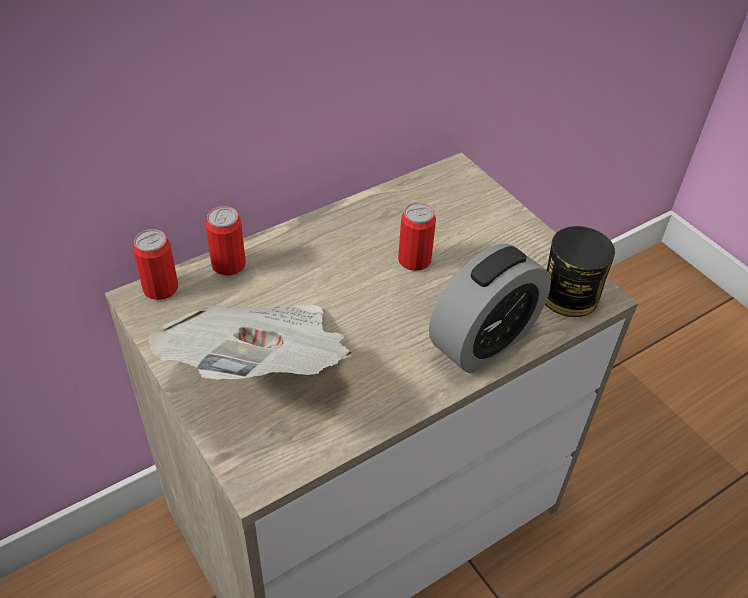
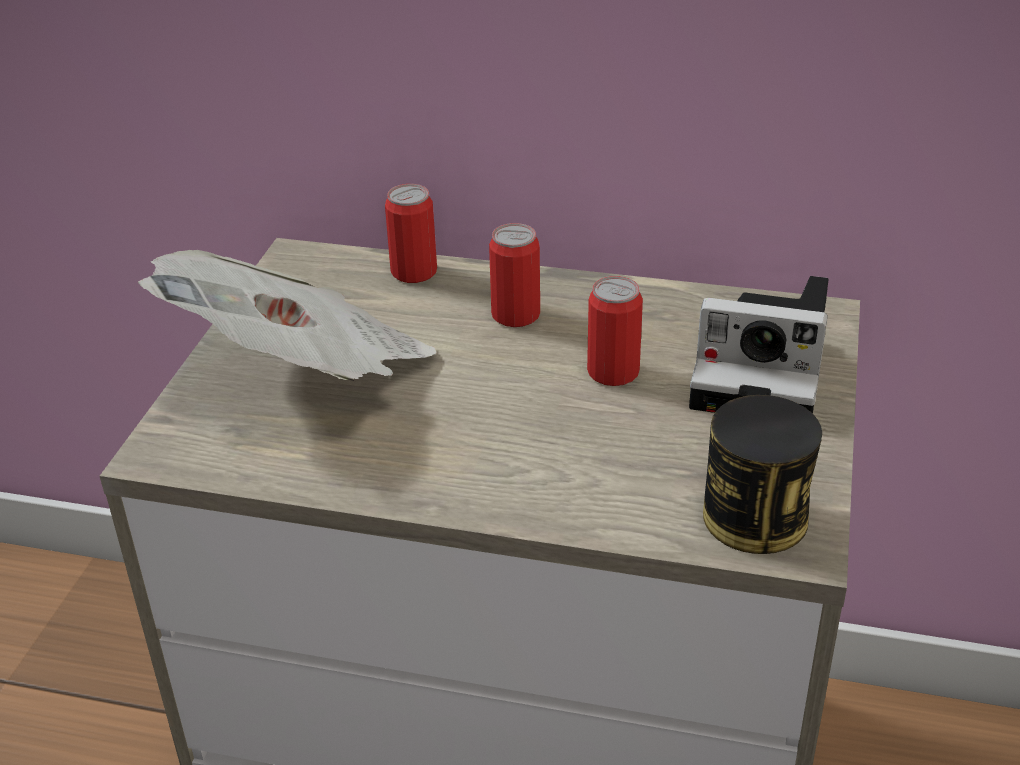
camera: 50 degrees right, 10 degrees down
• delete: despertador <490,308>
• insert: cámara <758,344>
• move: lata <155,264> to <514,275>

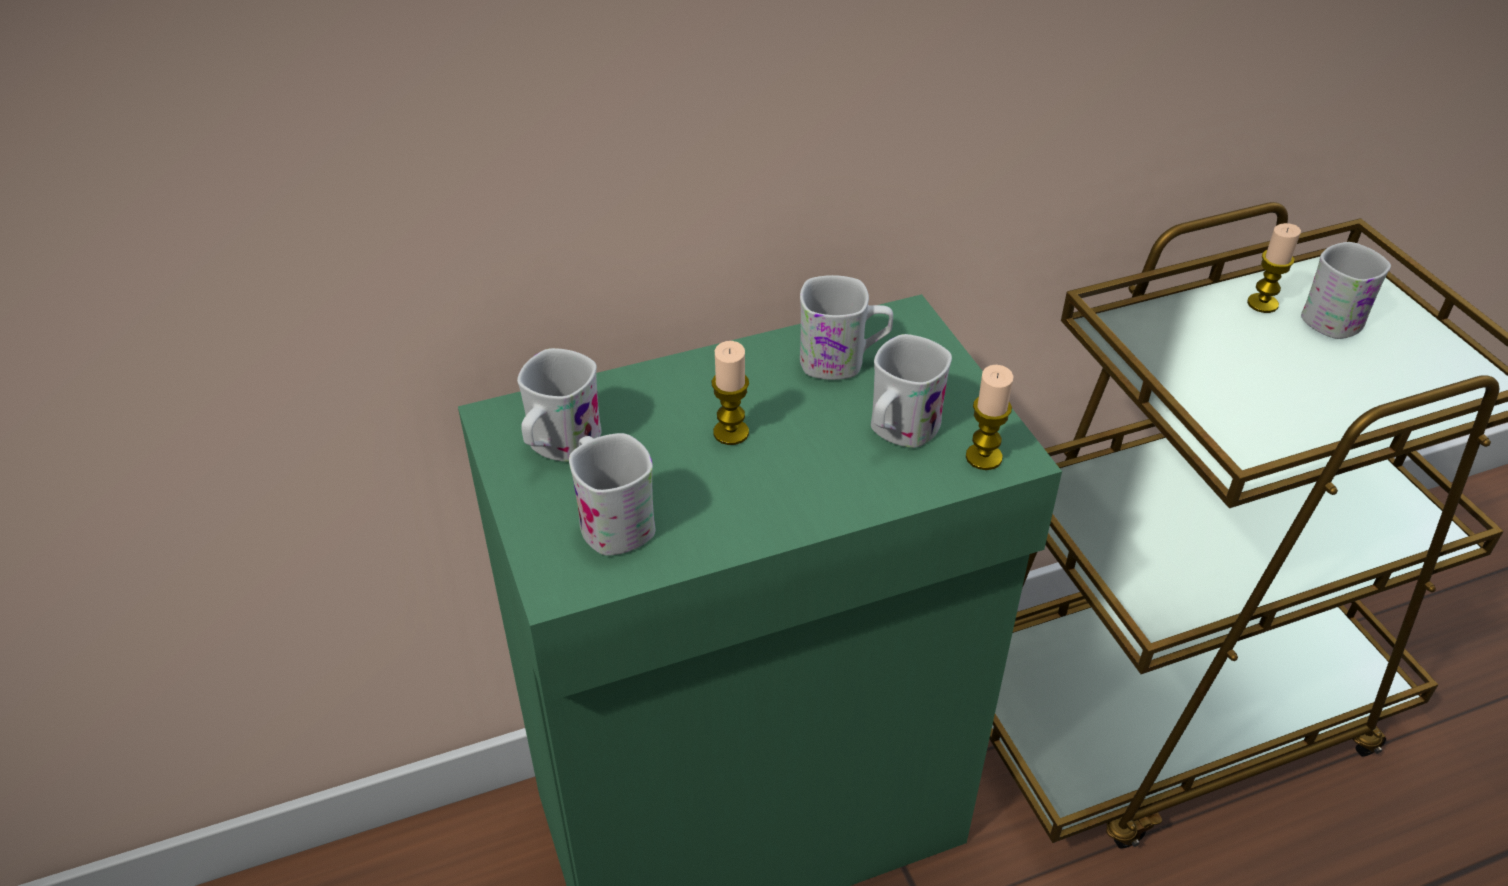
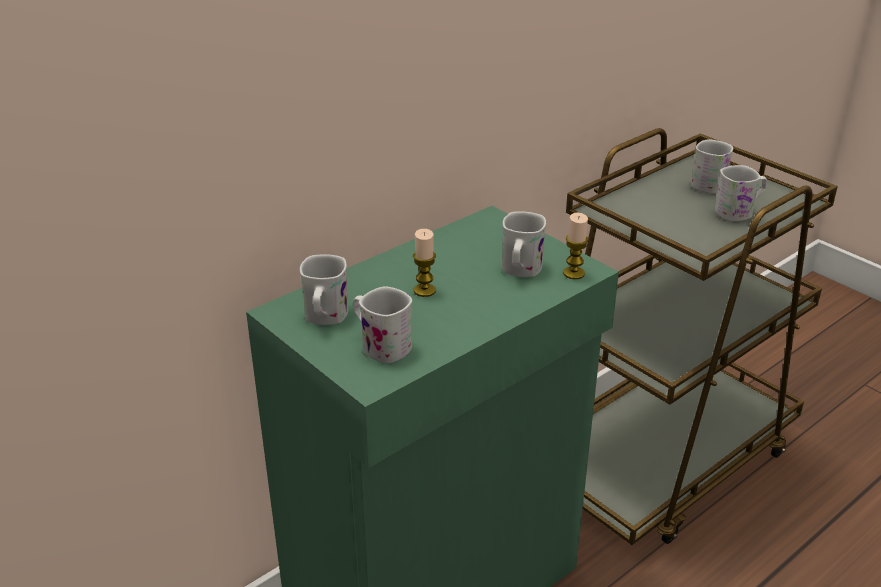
camera: 20 degrees left, 10 degrees down
• delete: vela <1274,268>
• move: taza grande [blanco] <846,327> to <741,193>

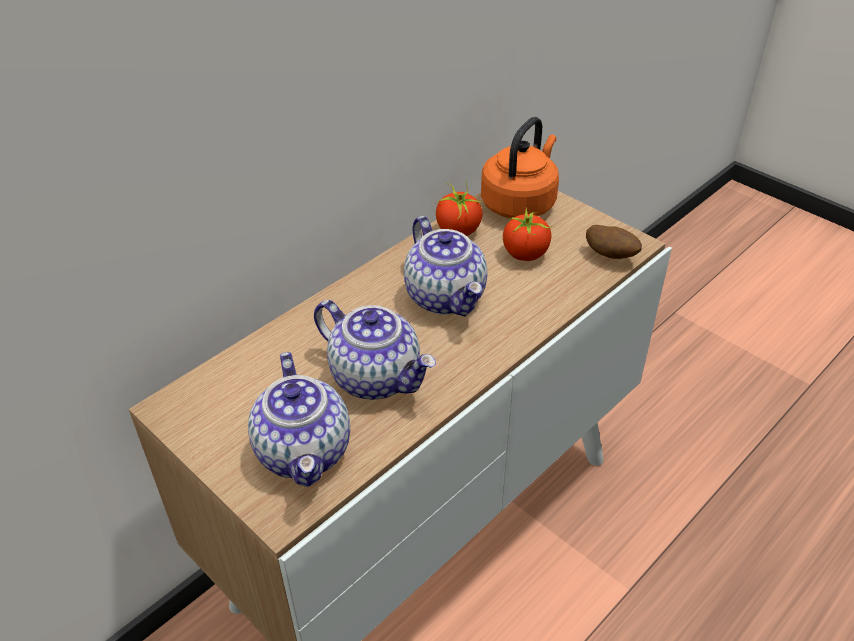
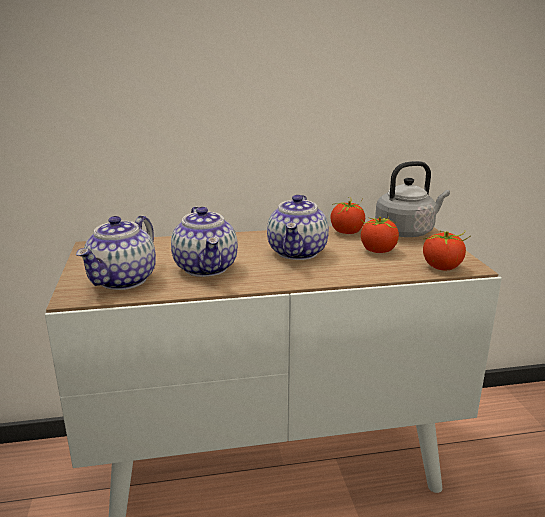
camera: 35 degrees right, 20 degrees down
• replace: patata <614,242> to tomate <447,250>
• recolor: hervidor [naranja] <520,167> to hervidor [gris] <412,199>

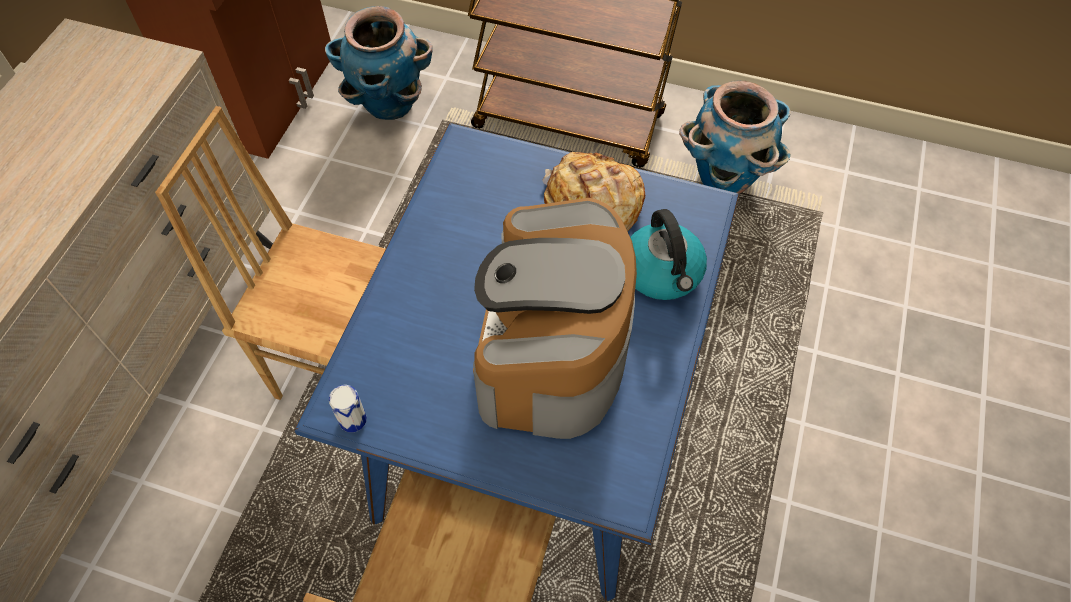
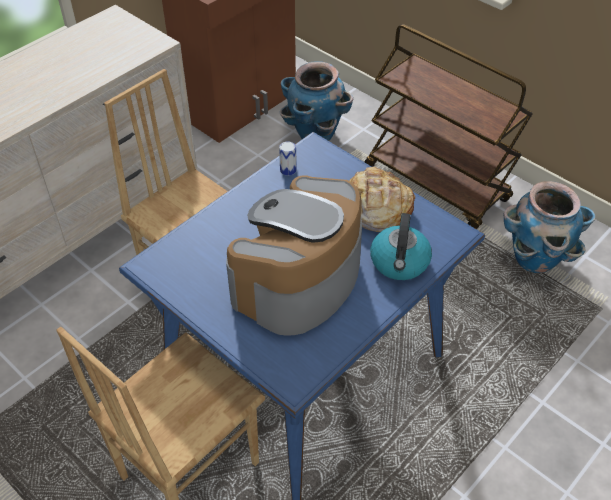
camera: 25 degrees right, 10 degrees down
• move: lata <348,409> to <288,158>

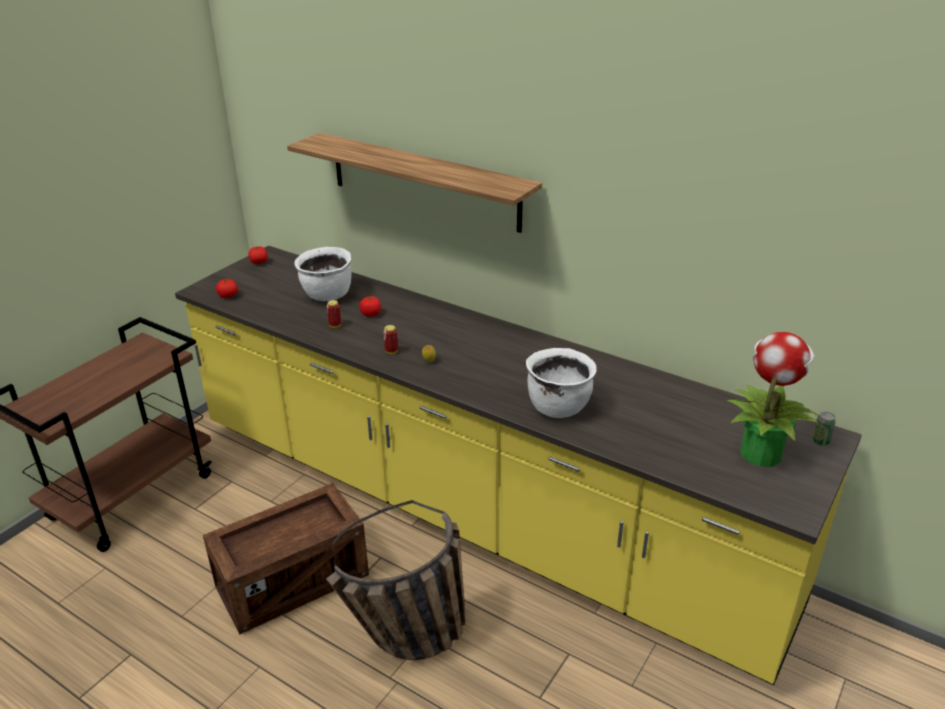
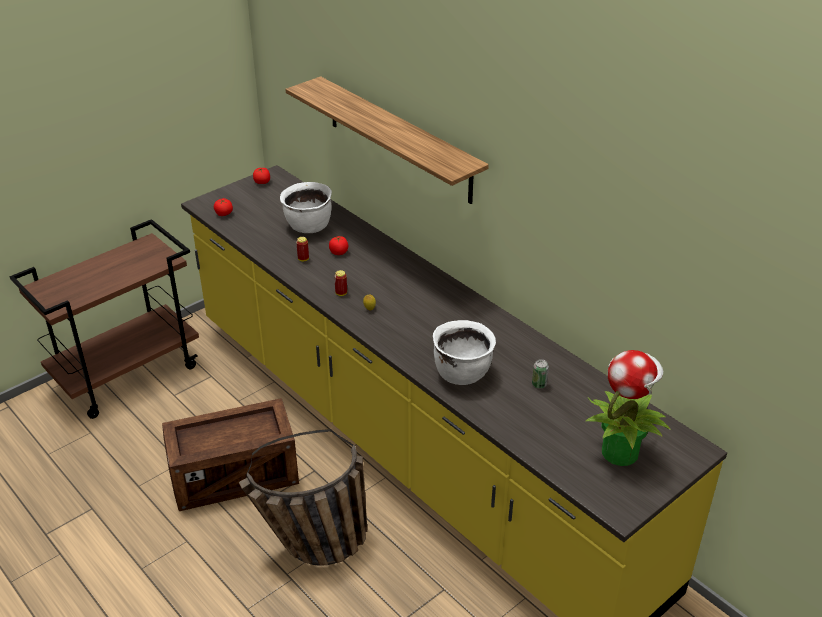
camera: 15 degrees right, 5 degrees up
• move: lata <824,429> to <540,373>

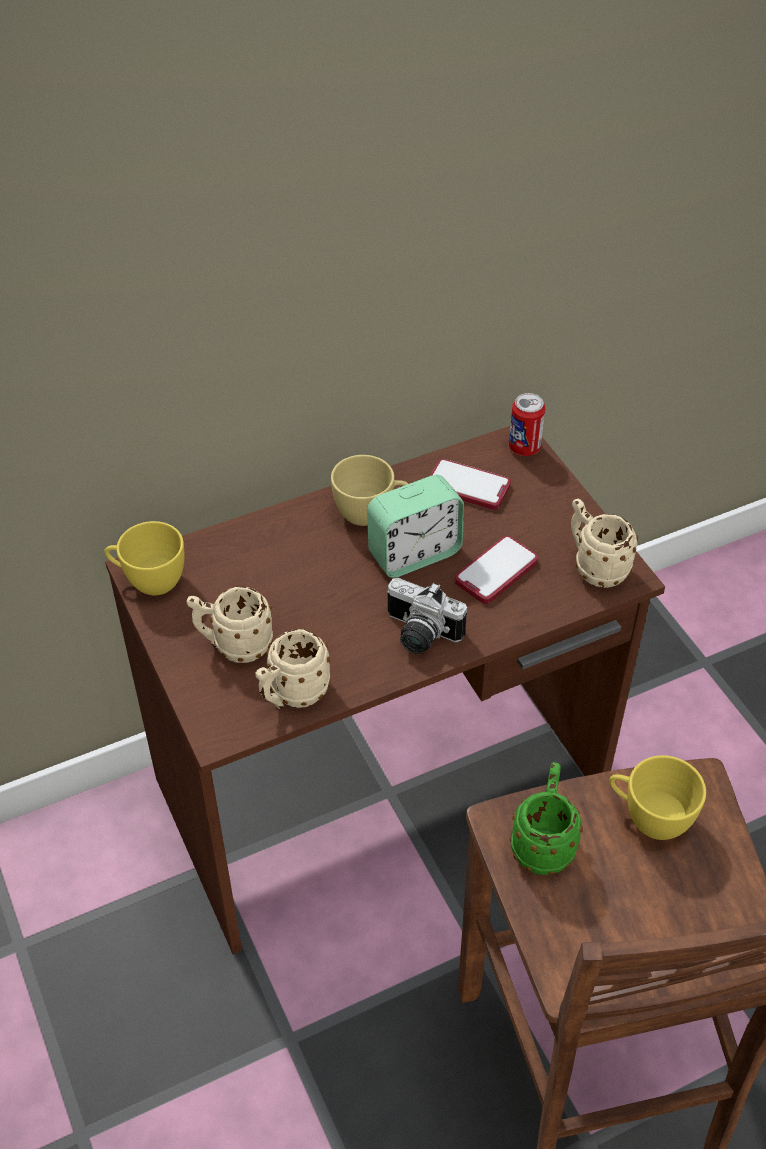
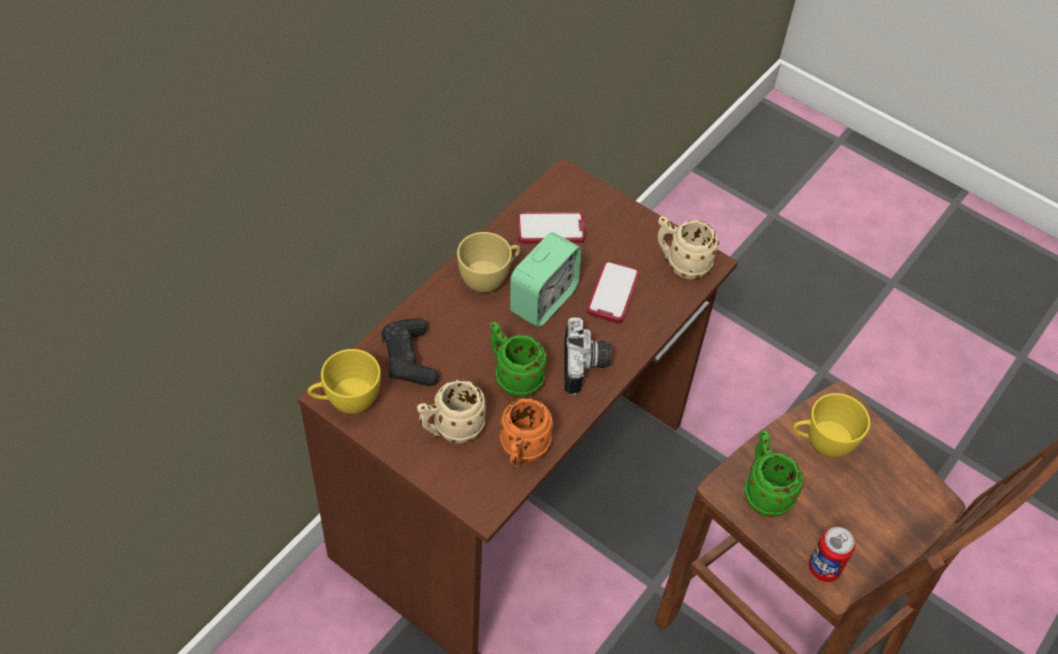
camera: 30 degrees left, 5 degrees up
• insert: mando de consola [negro] <410,352>
• insert: taza grande [verde] <519,360>
• move: lata <527,424> to <832,554>
• recolor: taza grande [beis] <293,669> to taza grande [naranja] <526,433>
• rotate: cámara <427,615> = <588,356> 90 degrees counterclockwise

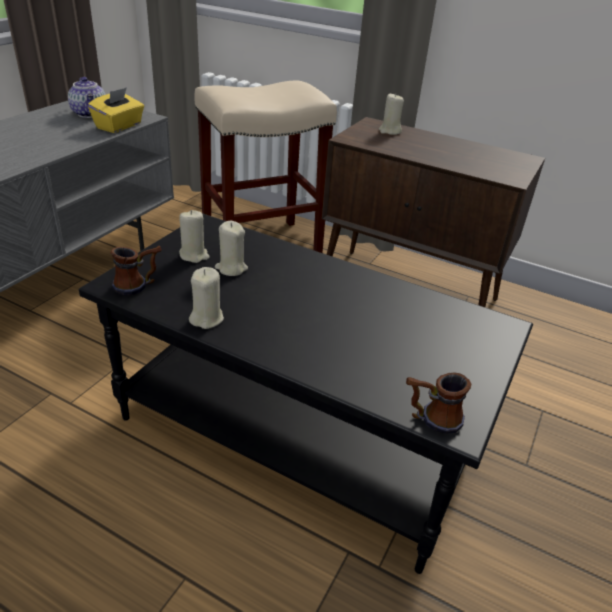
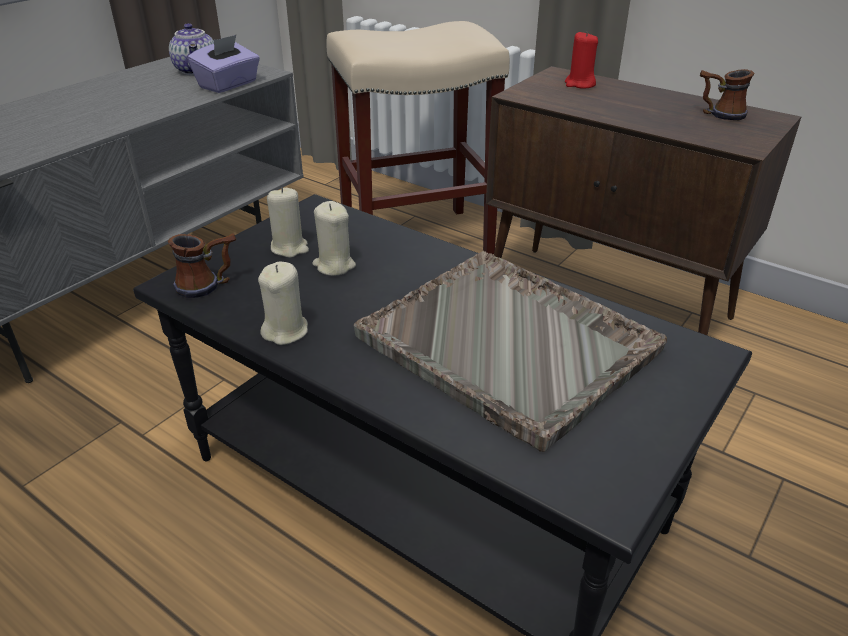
camera: 10 degrees right, 0 degrees up
• insert: bandeja [gris] <510,351>
• move: taza grande <438,402> to <727,94>
• recolor: caja de pañuelos [amarillo] <116,110> to caja de pañuelos [morado] <223,64>
• recolor: vela [beis] <391,114> to vela [rojo] <581,59>

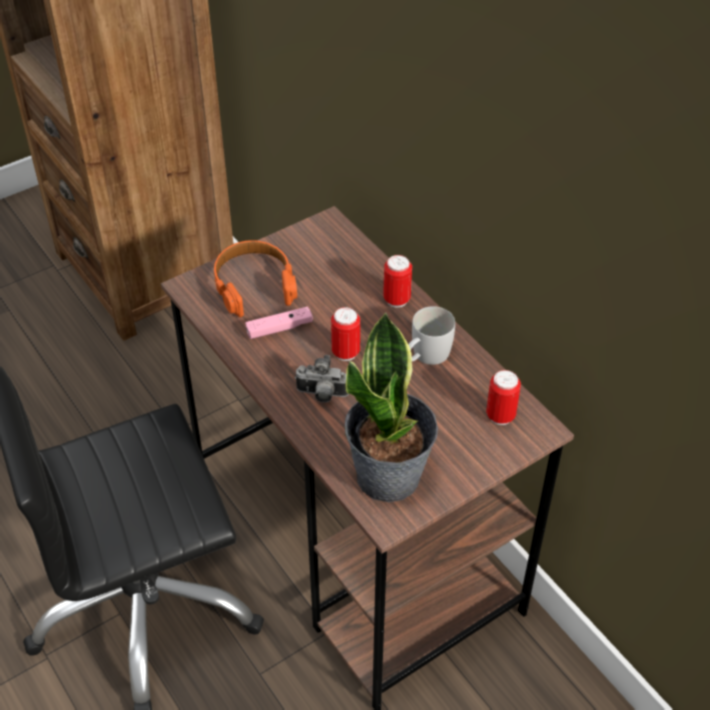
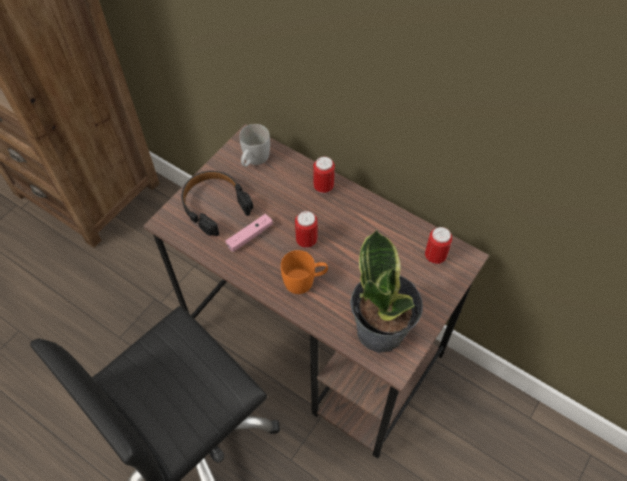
camera: 20 degrees left, 10 degrees up
• move: taza grande [blanco] <431,335> to <254,145>
• replace: cámara <322,379> to taza grande [naranja] <304,272>
• recolor: auriculares [naranja] <255,278> to auriculares [negro] <217,203>

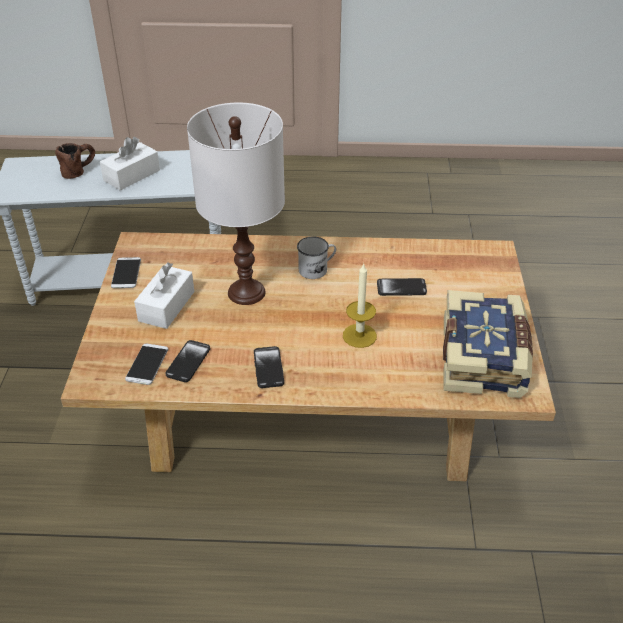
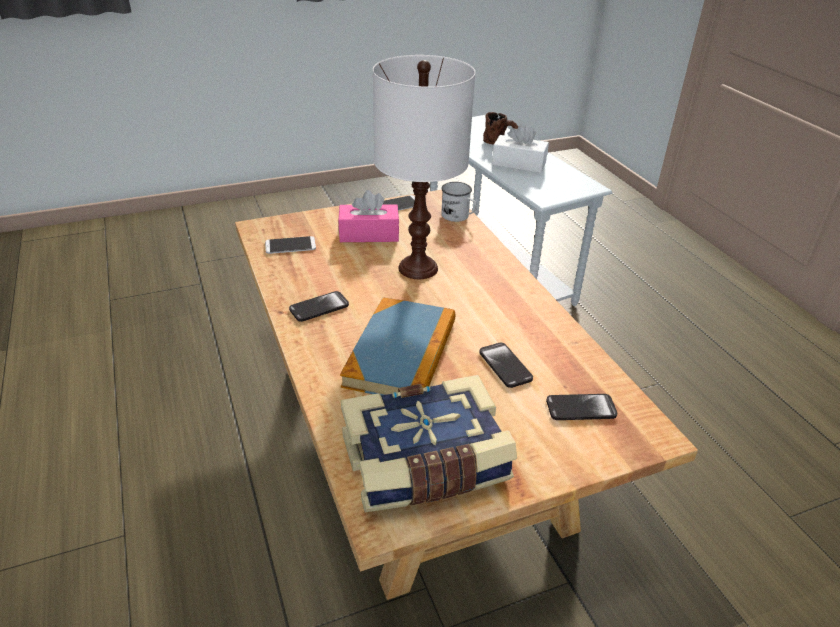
camera: 65 degrees right, 5 degrees down
• move: móvil <188,361> to <581,407>
• move: taza grande [blanco] <316,258> to <459,202>
• replace: vela <360,305> to libro <397,346>
• recolor: caja de pañuelos [blanco] <164,295> to caja de pañuelos [rosa] <369,216>

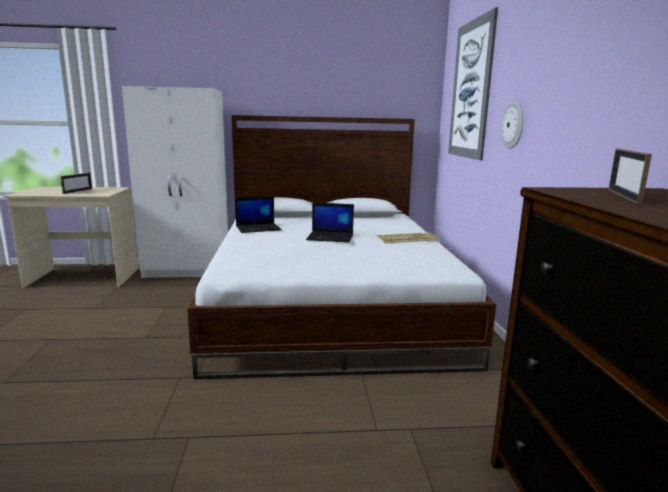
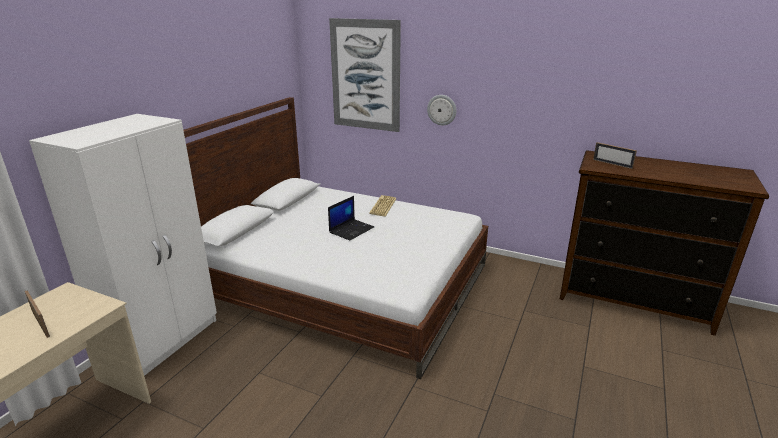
camera: 60 degrees left, 10 degrees up
• delete: portátil <258,214>

